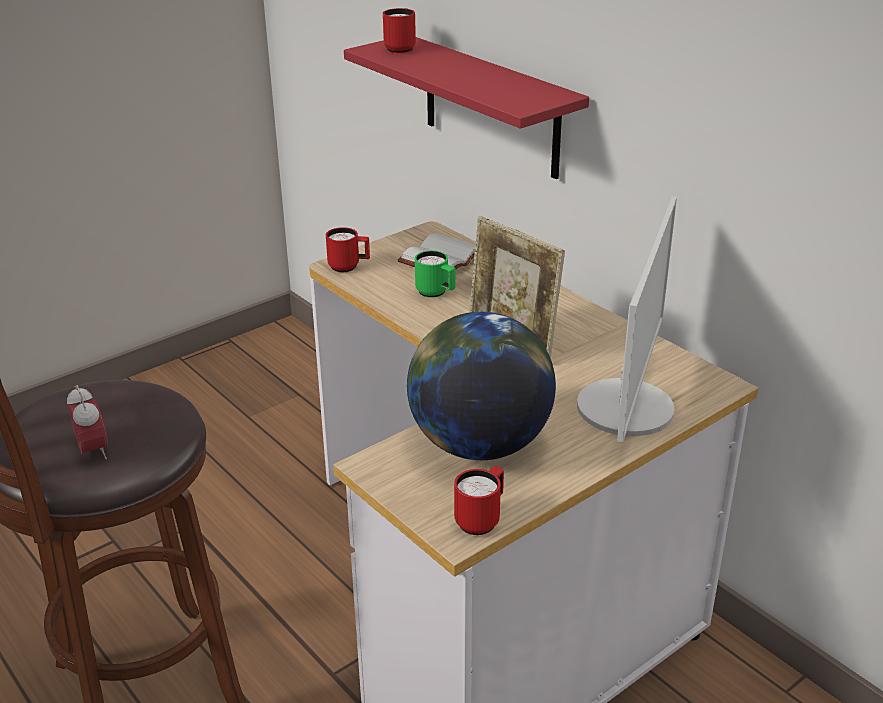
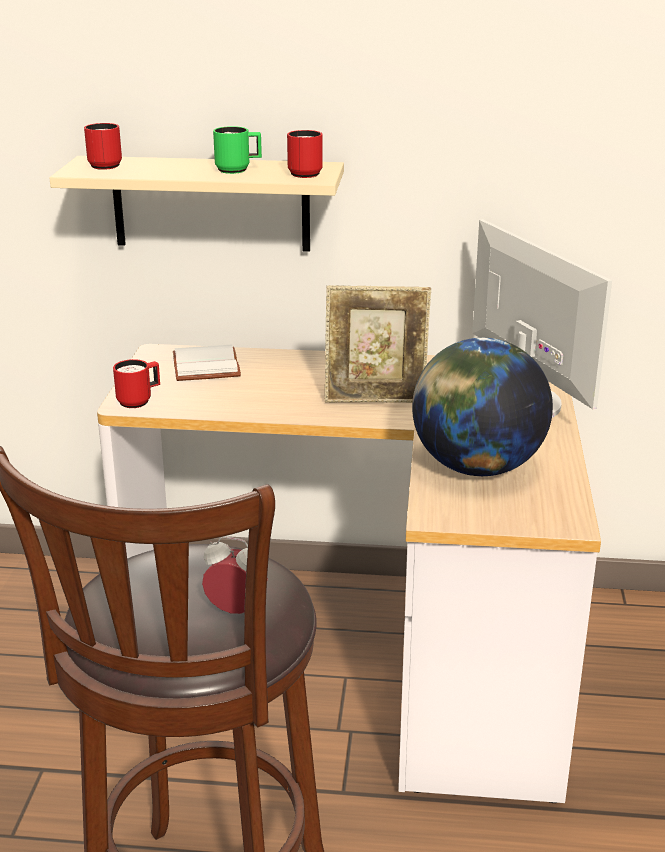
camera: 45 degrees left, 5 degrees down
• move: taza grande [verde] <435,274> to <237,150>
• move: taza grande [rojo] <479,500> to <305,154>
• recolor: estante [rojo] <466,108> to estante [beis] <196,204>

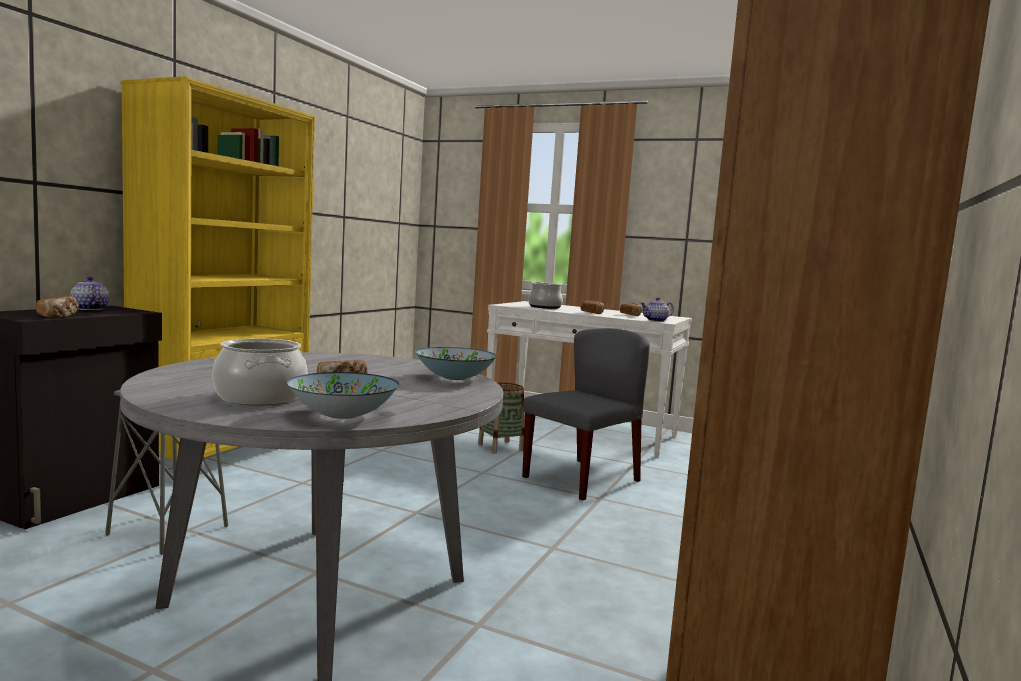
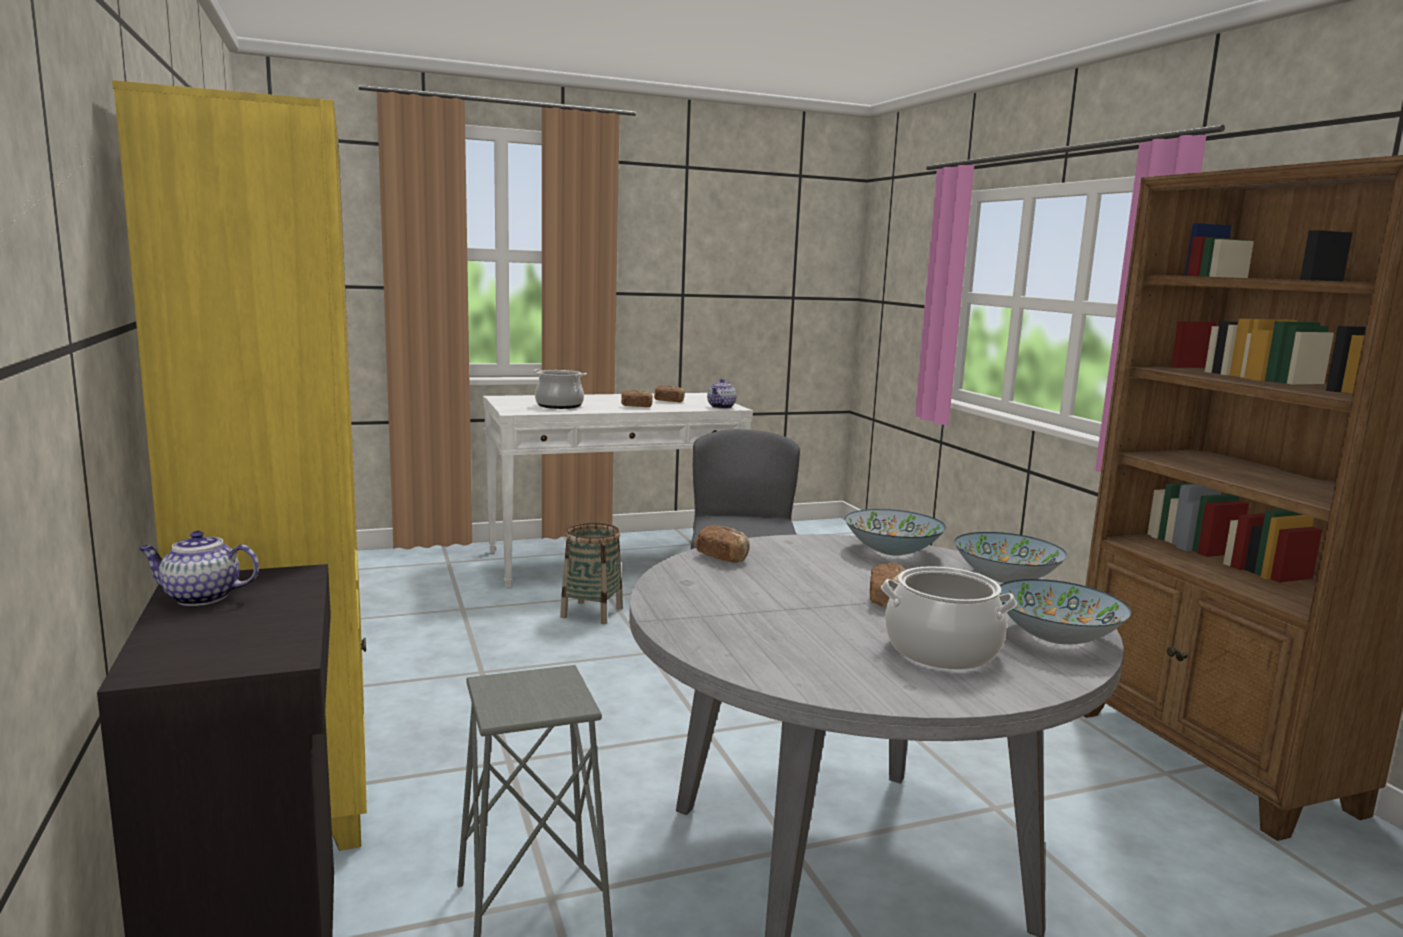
camera: 45 degrees left, 5 degrees up
• insert: cuenco <1010,557>
• move: pan <57,307> to <722,544>

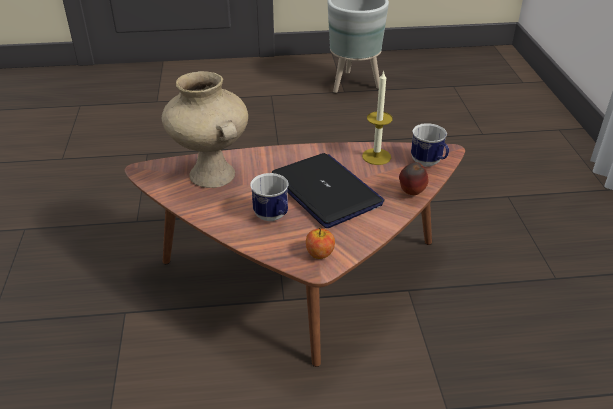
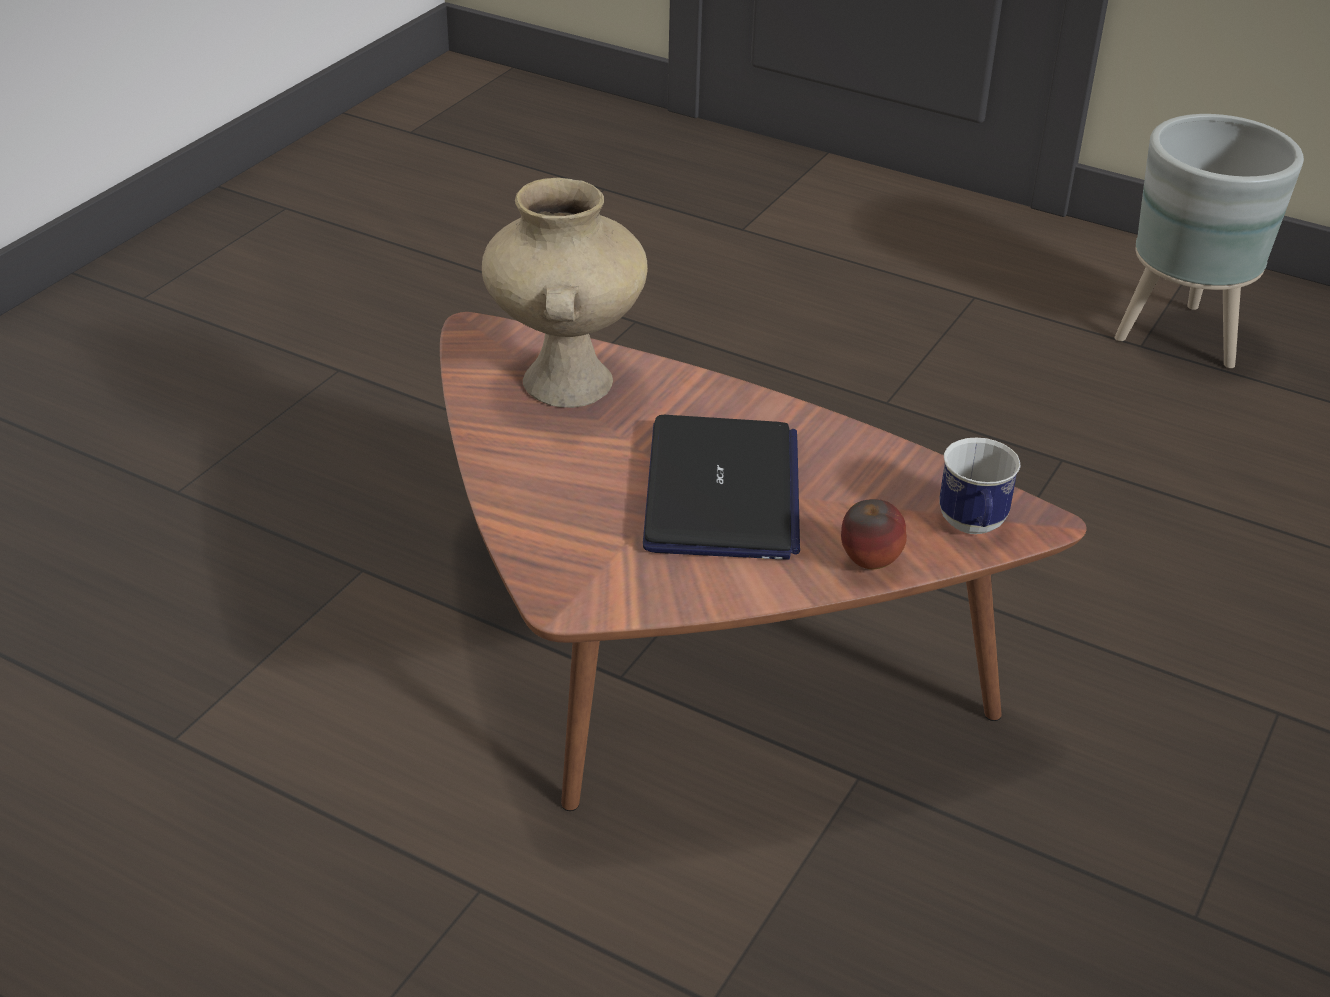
camera: 35 degrees right, 0 degrees up
• delete: taza grande <269,197>
• delete: manzana <320,243>
• delete: vela <377,117>

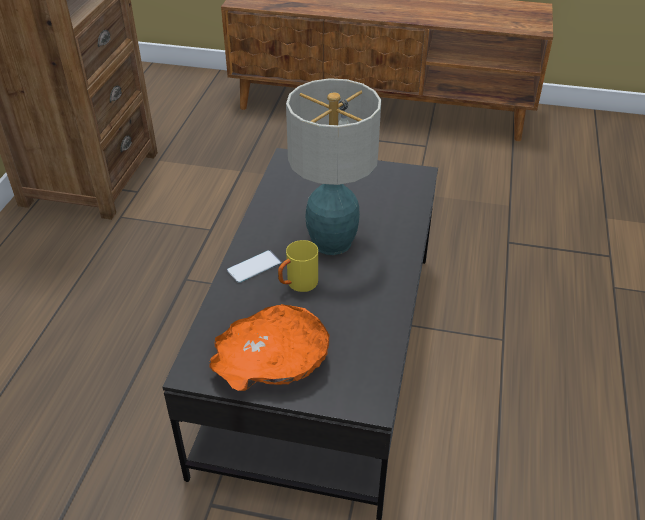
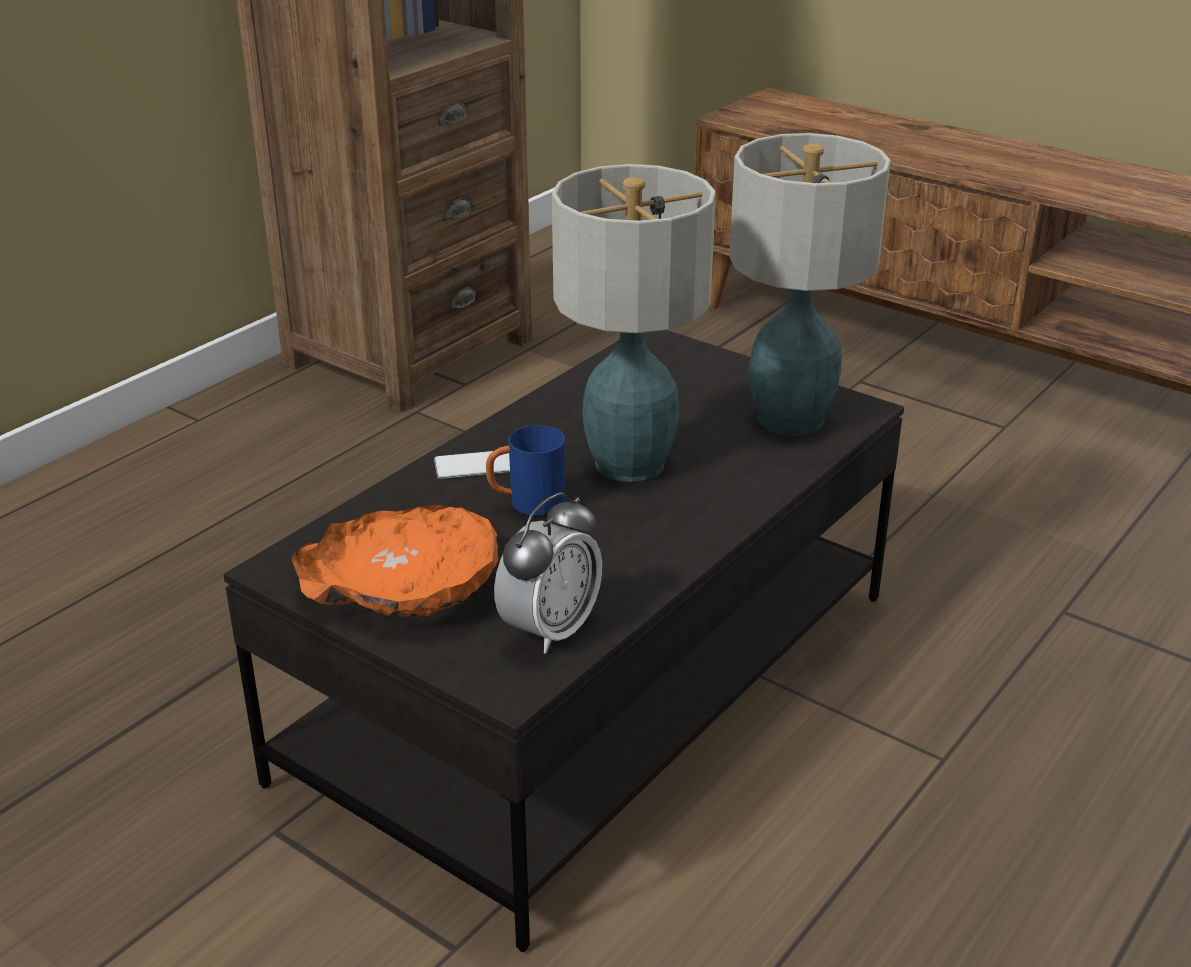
camera: 25 degrees right, 10 degrees down
• insert: despertador <548,572>
• insert: lámpara de mesa <810,284>
• recolor: taza grande [amarillo] <298,266> to taza grande [azul] <525,470>

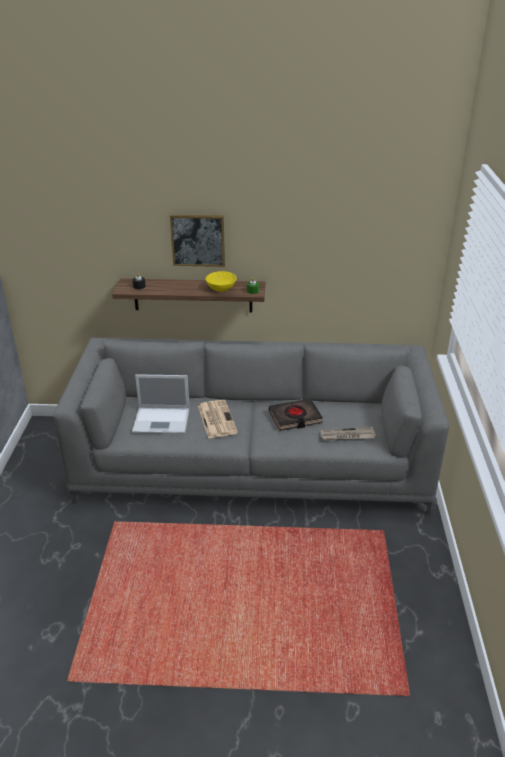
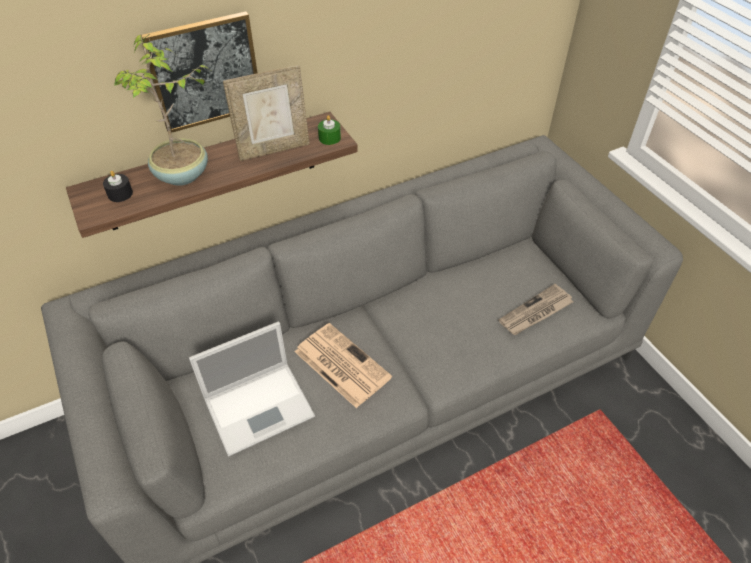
camera: 30 degrees left, 15 degrees up
• delete: libro [negro] <296,415>
• insert: planta en maceta <162,110>
• replace: cuenco [amarillo] <221,281> to portarretratos <266,113>

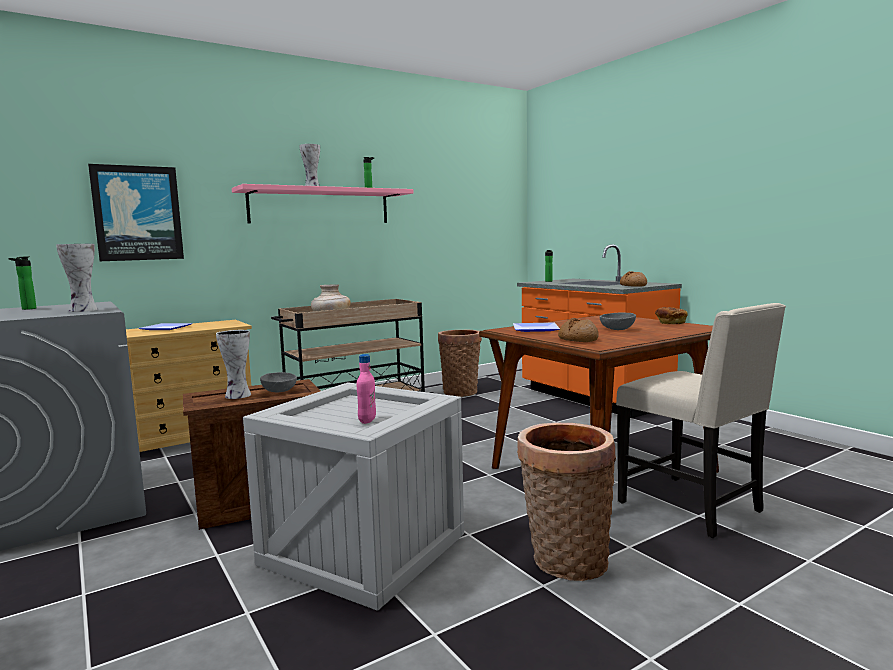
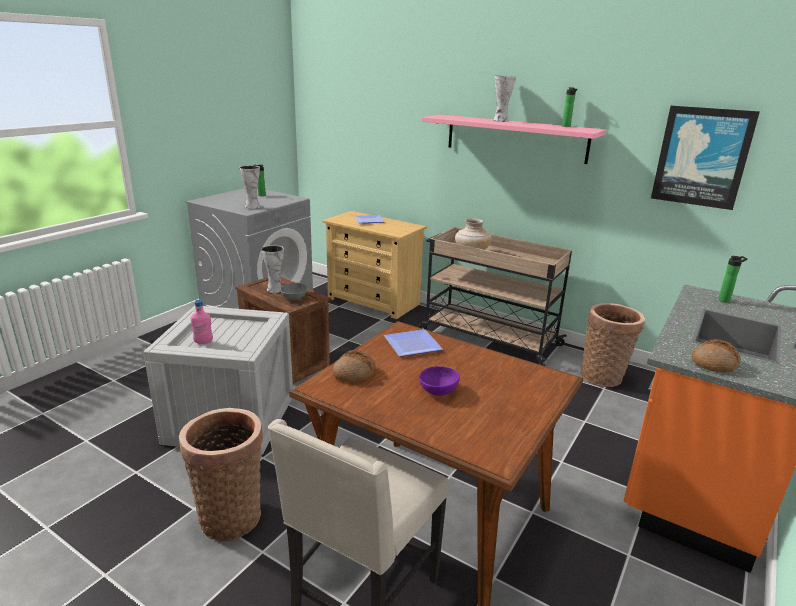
camera: 65 degrees right, 15 degrees up
• delete: pan <671,315>
• move: cuadro <136,212> to <705,158>
• recolor: cuenco [gris] <618,321> to cuenco [morado] <439,381>

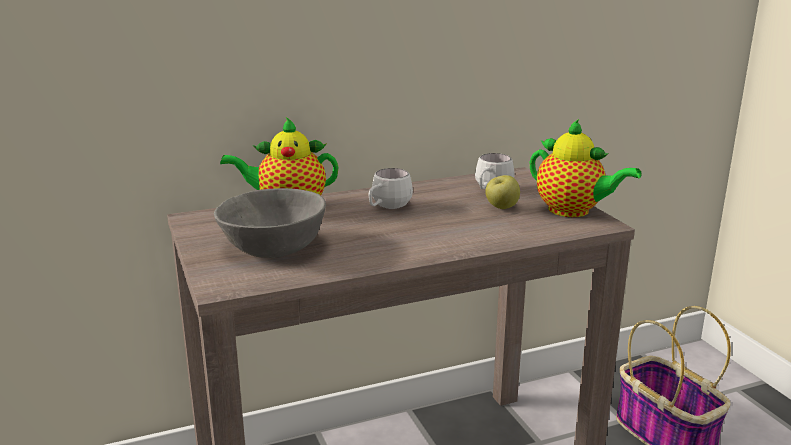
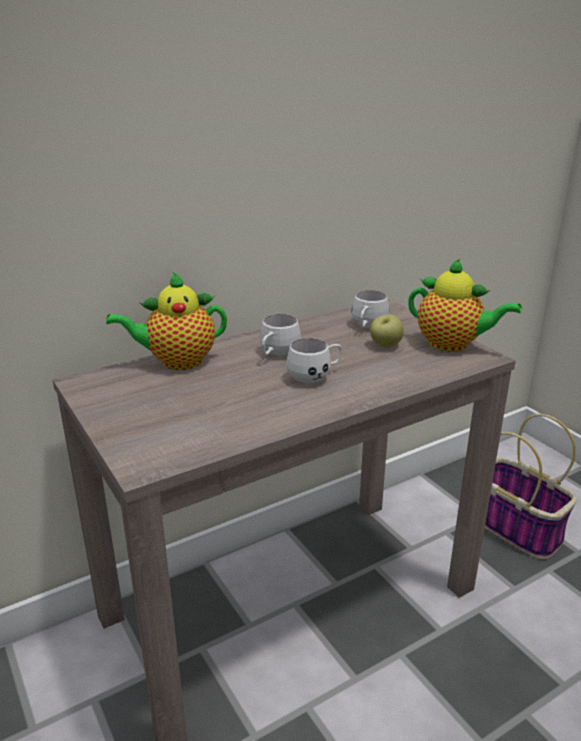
camera: 10 degrees left, 5 degrees up
• delete: cuenco [gris] <270,223>
• insert: taza grande [blanco] <314,360>

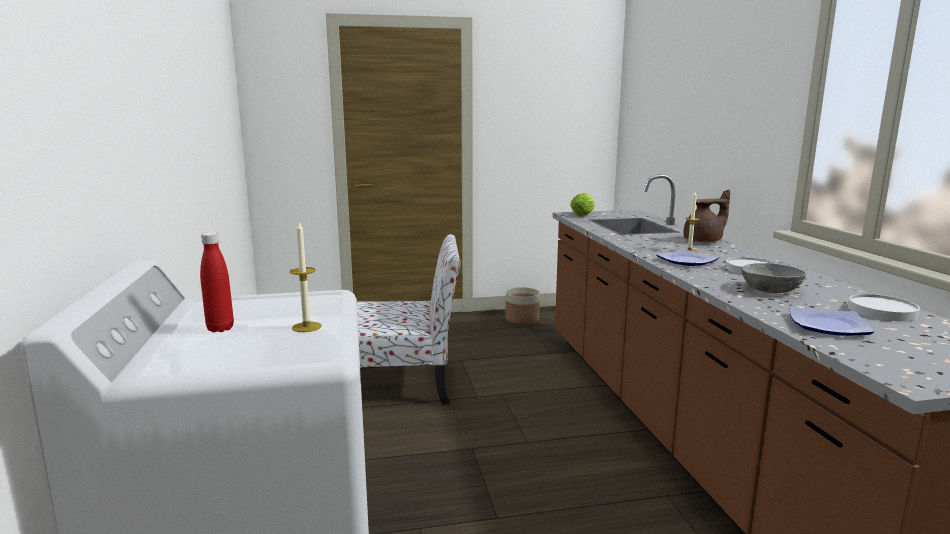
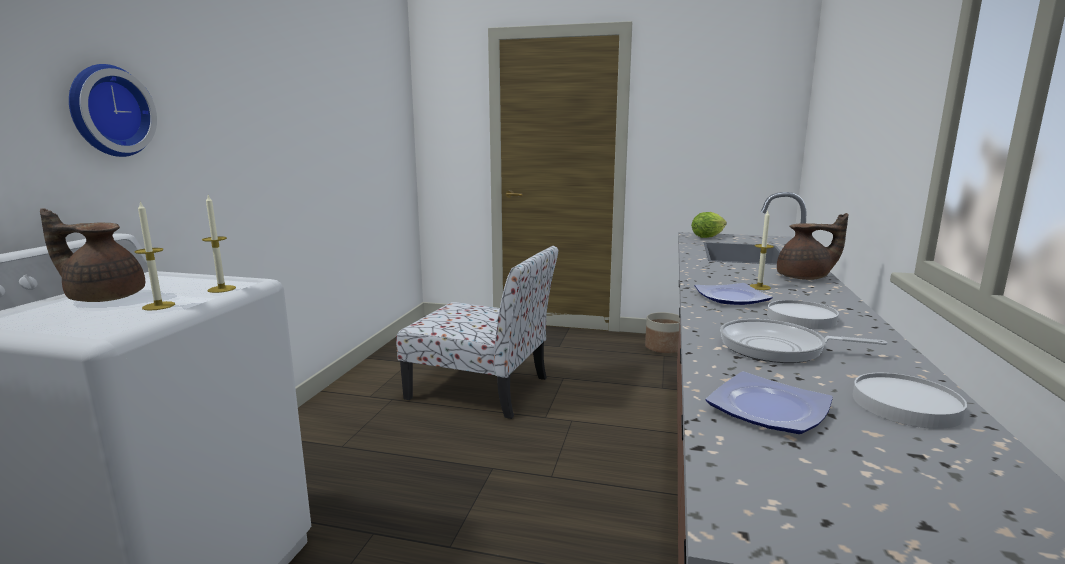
camera: 25 degrees right, 0 degrees up
• insert: reloj de pared <113,110>
• insert: vela <219,244>
• replace: botella [rojo] <217,282> to tetera [marrón] <92,255>
• replace: cuenco [gris] <773,278> to sartén <803,341>

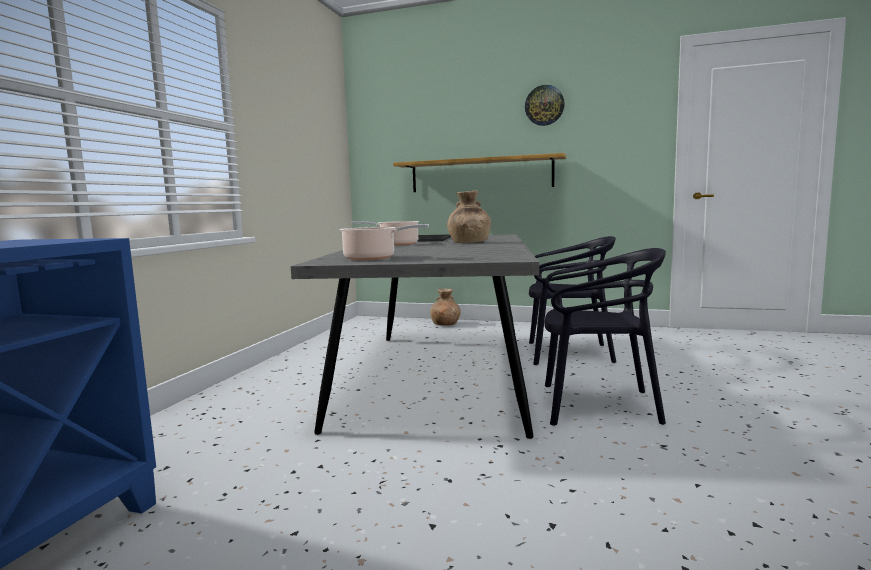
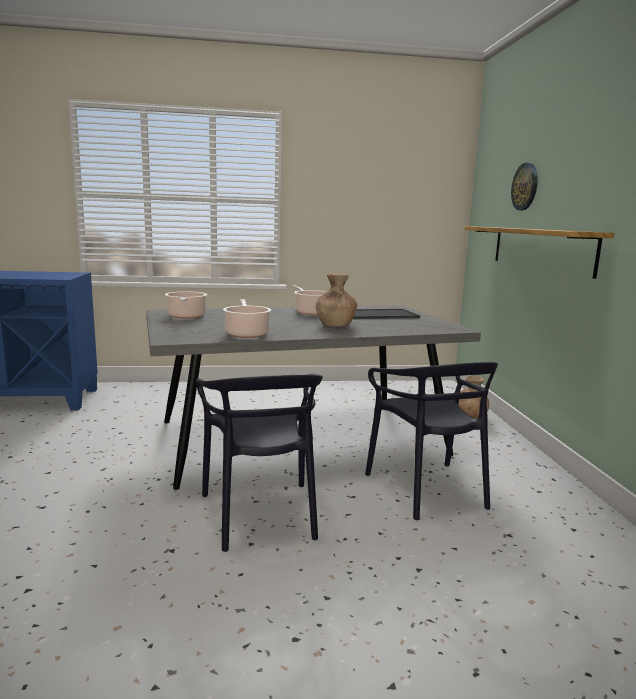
camera: 65 degrees right, 5 degrees up
• insert: olla <247,318>
• move: reloj de pared <545,105> to <524,186>

